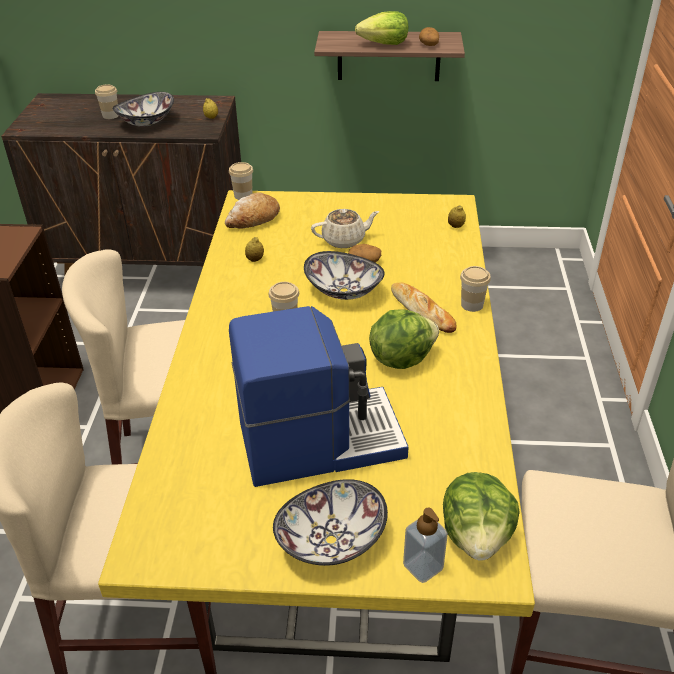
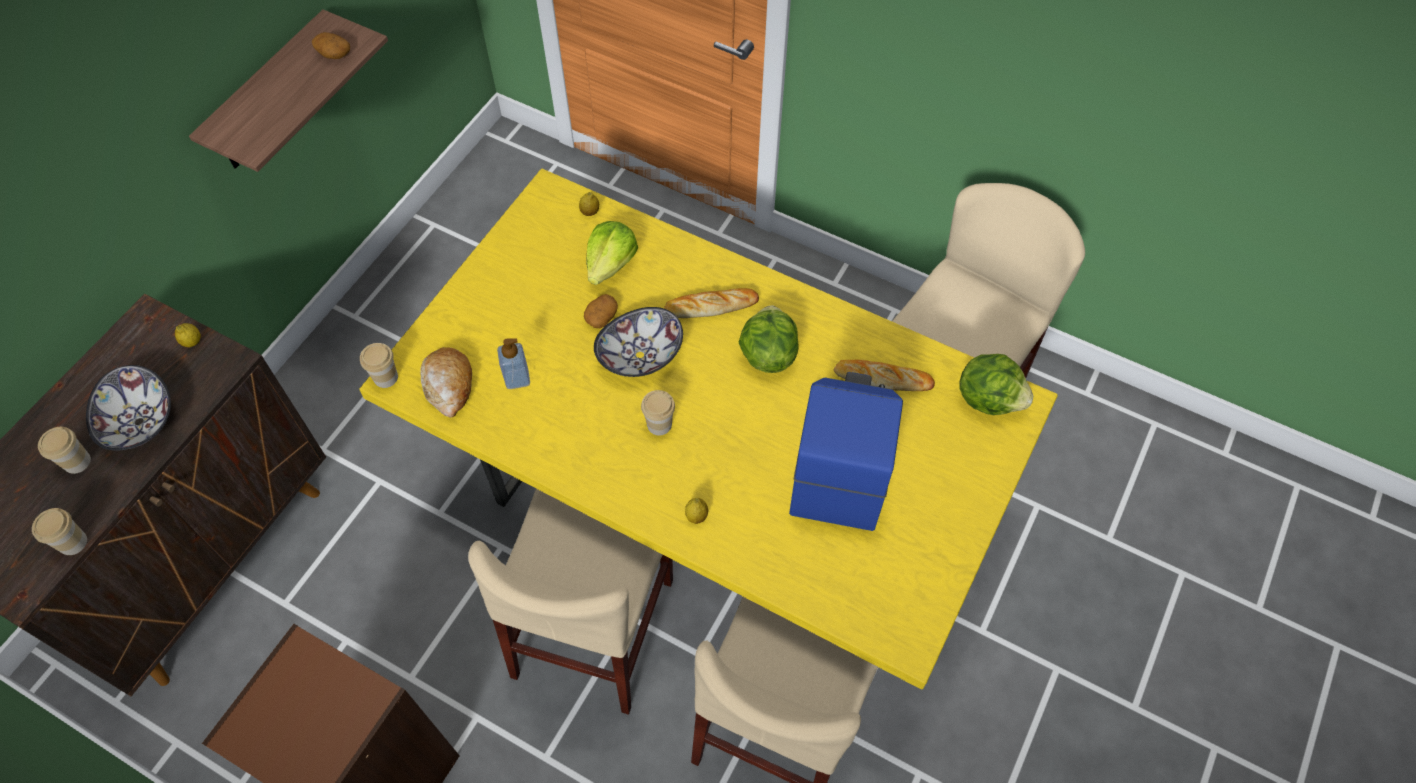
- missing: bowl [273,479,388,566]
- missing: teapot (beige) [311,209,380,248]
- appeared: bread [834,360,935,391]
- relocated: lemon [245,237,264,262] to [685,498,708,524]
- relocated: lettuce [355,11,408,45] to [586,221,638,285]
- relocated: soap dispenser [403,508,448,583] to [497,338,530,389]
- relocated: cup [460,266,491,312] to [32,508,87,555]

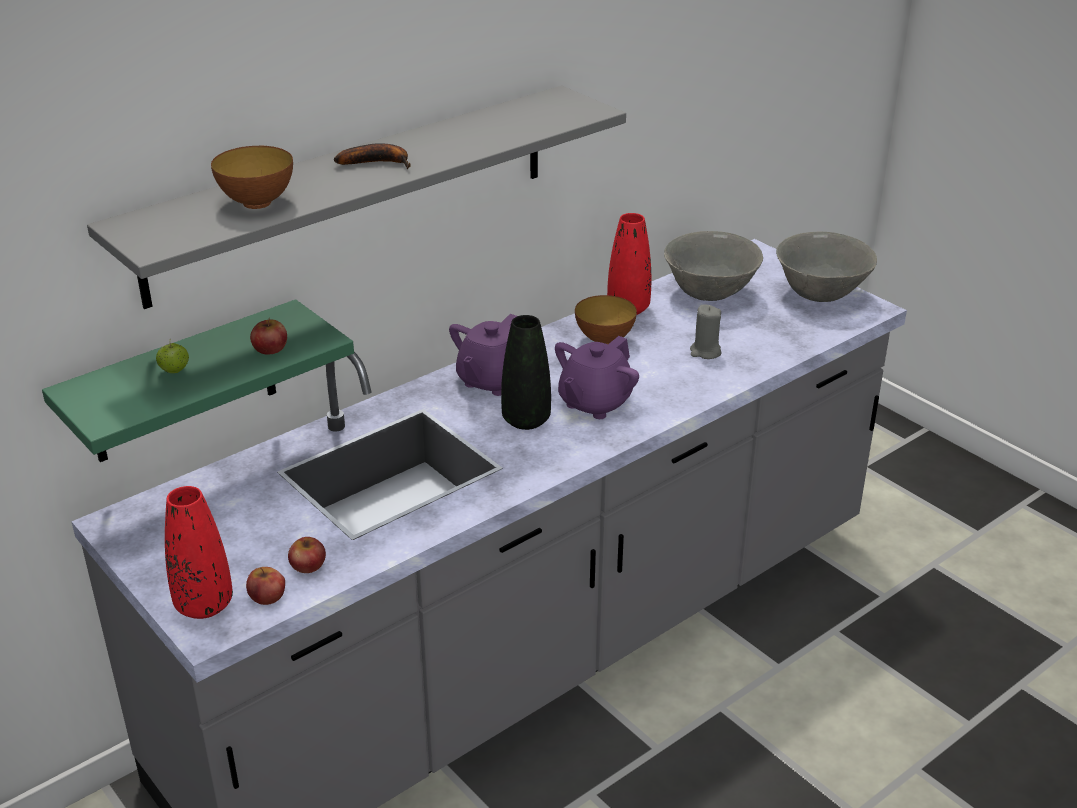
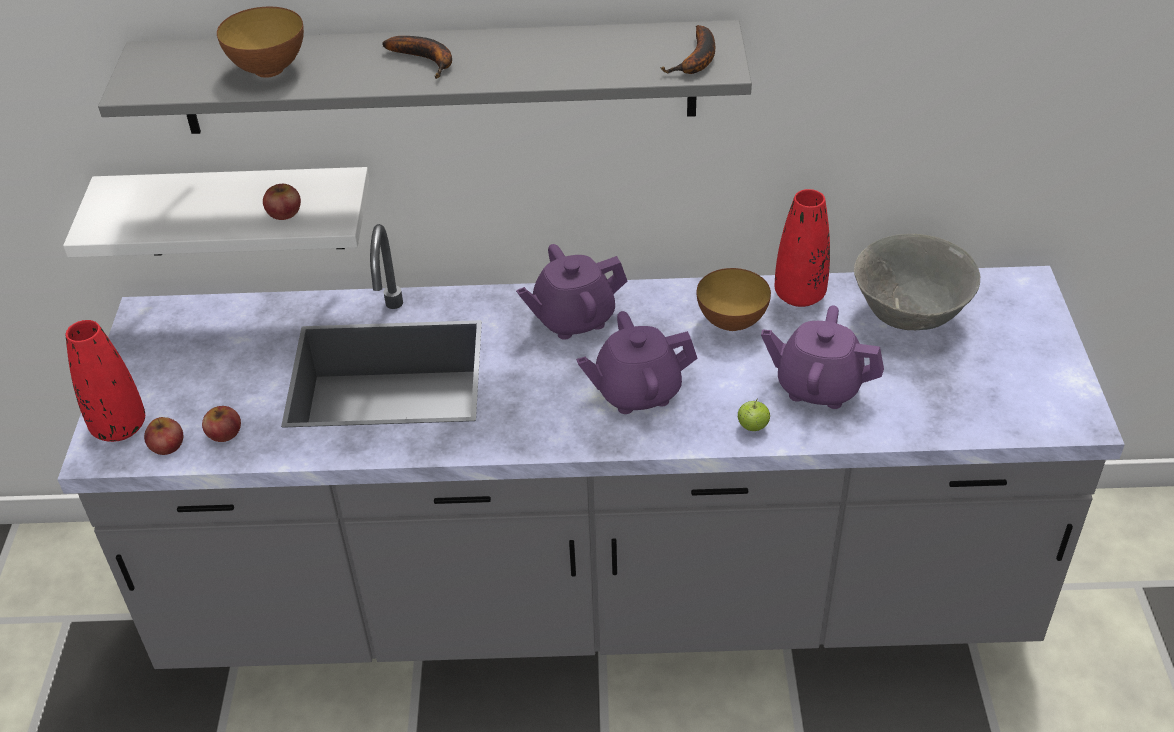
- missing: vase (black) [501,315,551,430]
- missing: bowl (grey) [776,232,877,302]
- appeared: banana [660,25,715,74]
- relocated: apple [156,343,189,373] to [737,398,770,431]
- exchanged: candle (grey) [690,304,722,359] to teapot (purple) [761,306,884,409]
- colour: shelf (green) [42,299,354,462] to shelf (white) [63,167,369,257]

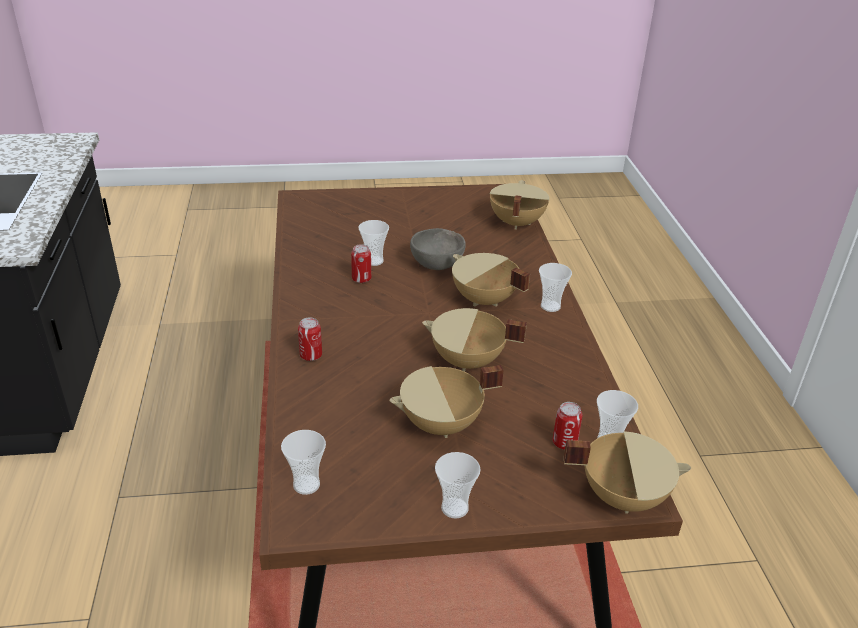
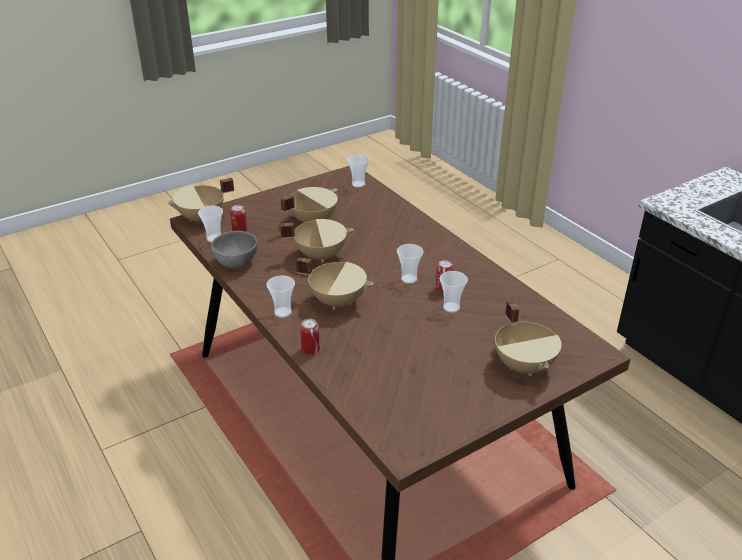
- relocated: can [298,318,322,361] to [300,319,320,354]
- relocated: bowl (grey) [410,228,466,270] to [211,231,258,268]
- relocated: cup [435,452,481,518] to [397,244,424,284]
- relocated: cooking pot (beige) [490,180,550,230] to [495,300,562,376]

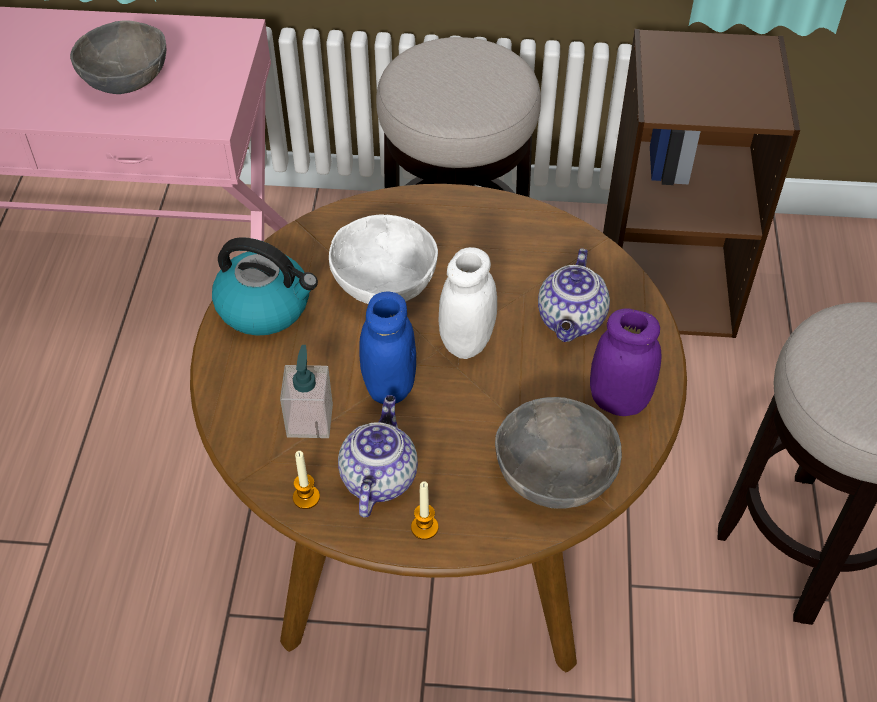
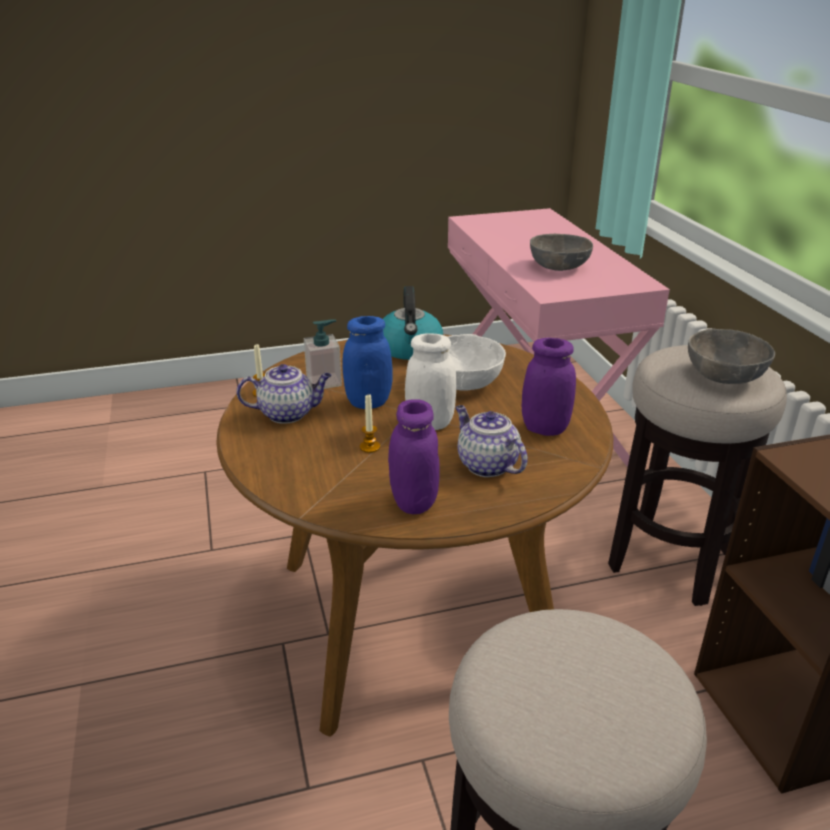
- appeared: jar (purple) [522,338,576,436]
- relocated: candle [411,481,438,540] to [360,394,380,453]
- relocated: bowl (grey) [495,397,622,509] to [688,328,775,384]
- spun: teapot [538,249,610,342] = [455,405,528,477] 60 degrees clockwise

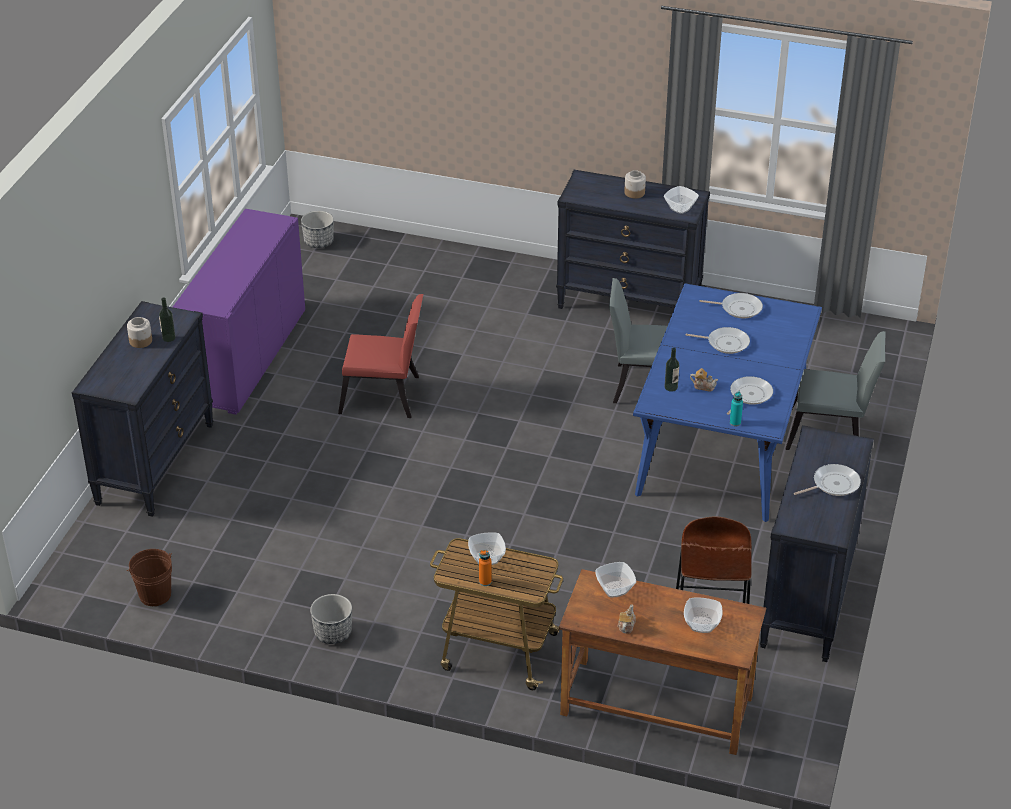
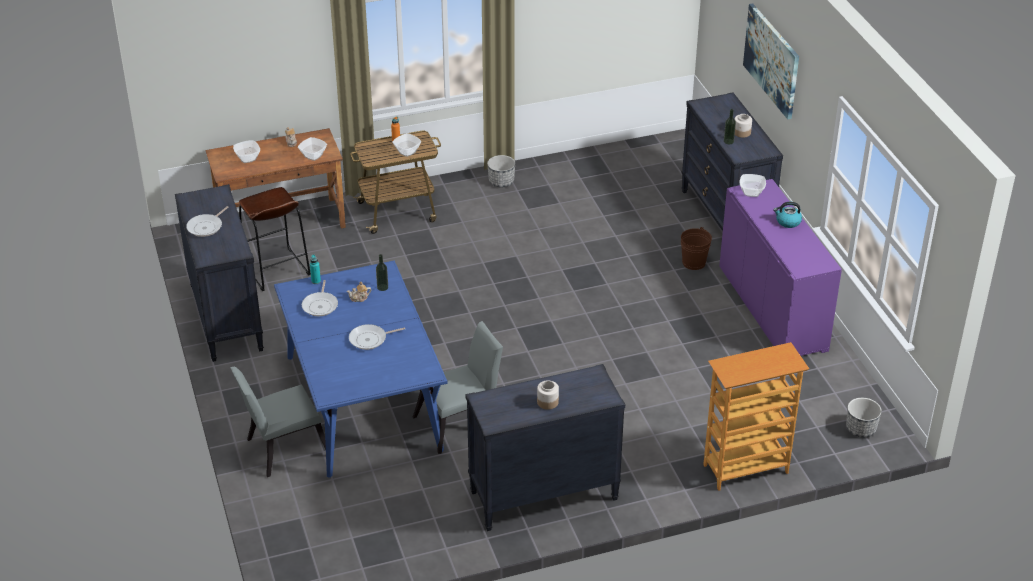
- missing: chair (red) [338,294,423,418]
- missing: frying pan [699,293,763,319]
- appeared: bookcase [703,342,809,491]
- appeared: picture [743,3,799,119]
- appeared: kettle [773,202,802,228]
- relocated: bucket (brown) [127,549,172,606] to [681,227,712,270]
- relocated: bowl [664,186,699,214] to [740,174,766,197]

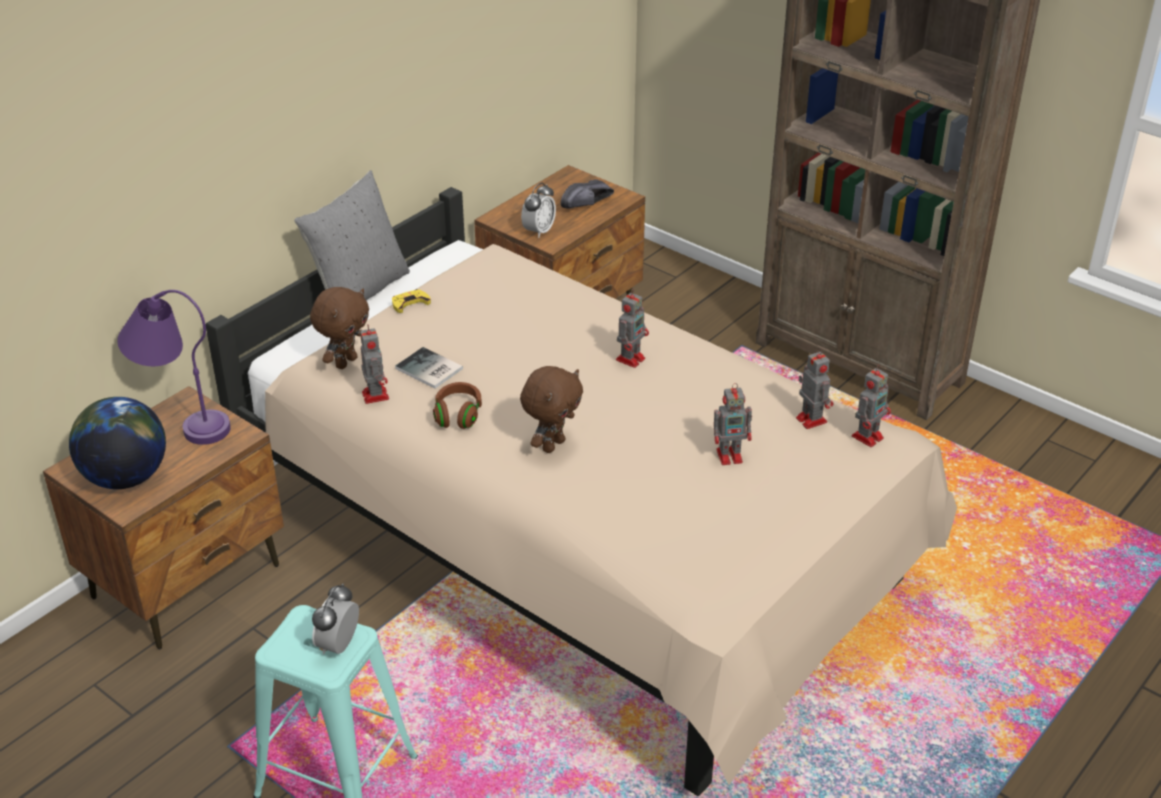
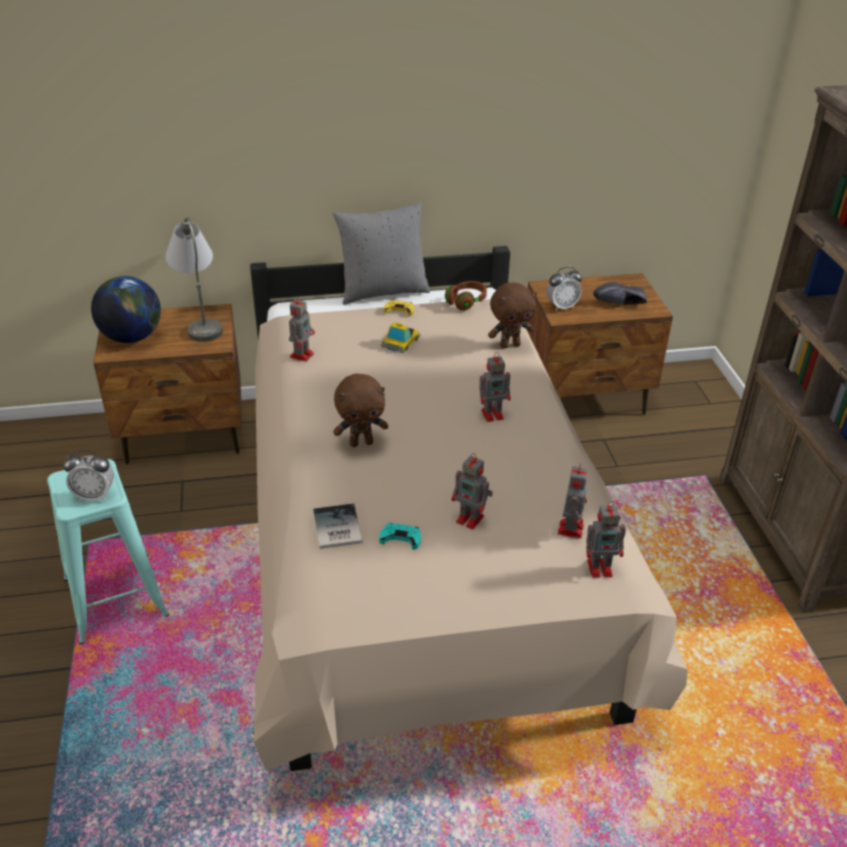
- appeared: game controller (turquoise) [379,523,421,550]
- appeared: toy car [381,323,420,353]
- relocated: plush toy (brown) [310,287,369,369] to [488,282,537,349]
- relocated: book [395,347,463,389] to [313,504,363,549]
- relocated: headphones (brown) [433,382,482,429] to [445,281,487,311]
- colour: table lamp (purple) [117,290,231,445] to table lamp (grey) [166,217,223,342]
- spun: alarm clock [312,584,359,655] = [63,450,114,501] 150 degrees counterclockwise

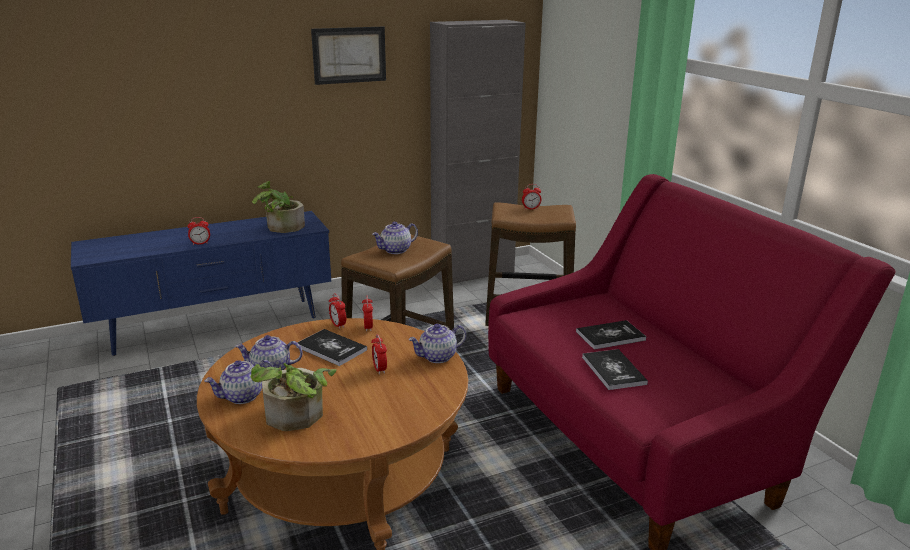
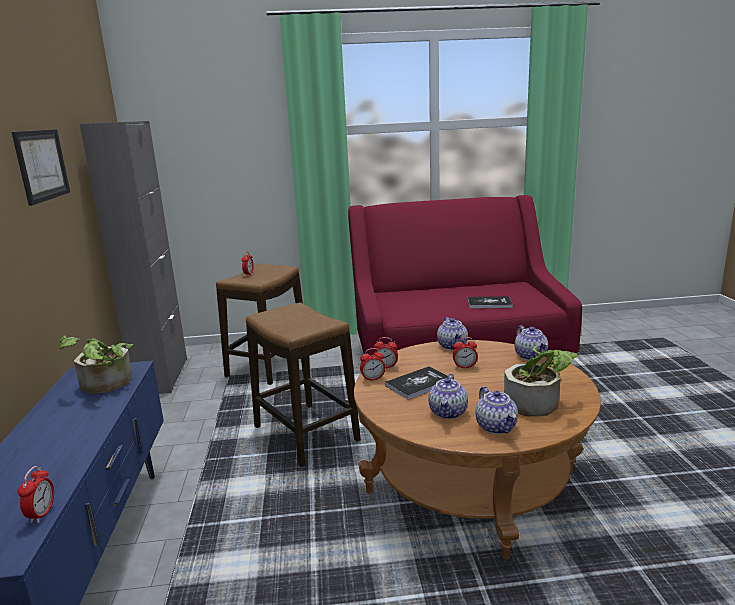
- missing: book [576,320,647,350]
- relocated: alarm clock [187,217,210,245] to [18,466,54,523]
- relocated: teapot [372,221,418,254] to [514,325,548,360]

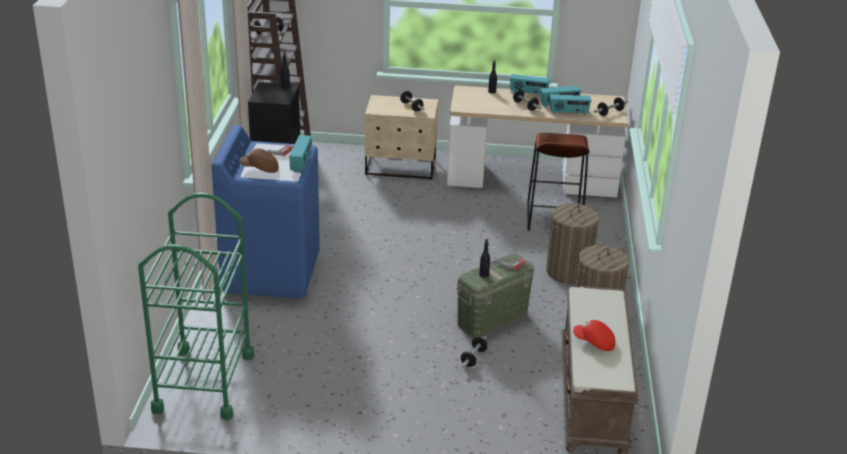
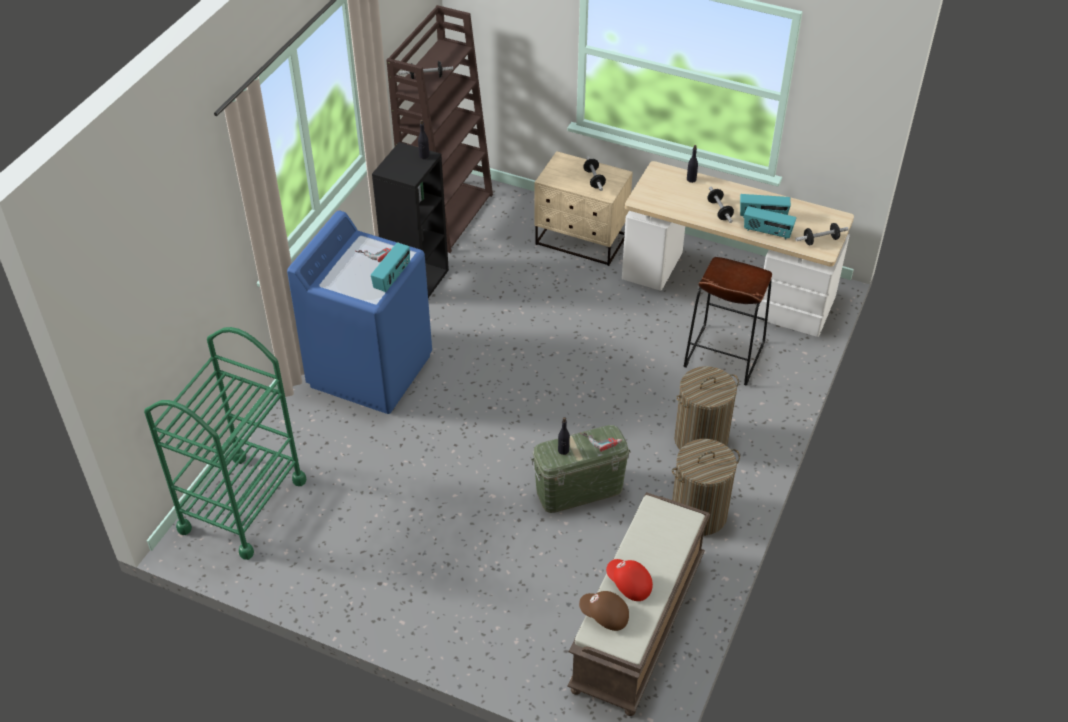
- missing: dumbbell [461,336,487,369]
- missing: radio [510,74,550,95]
- relocated: cap (brown) [239,148,279,173] to [579,591,629,631]

